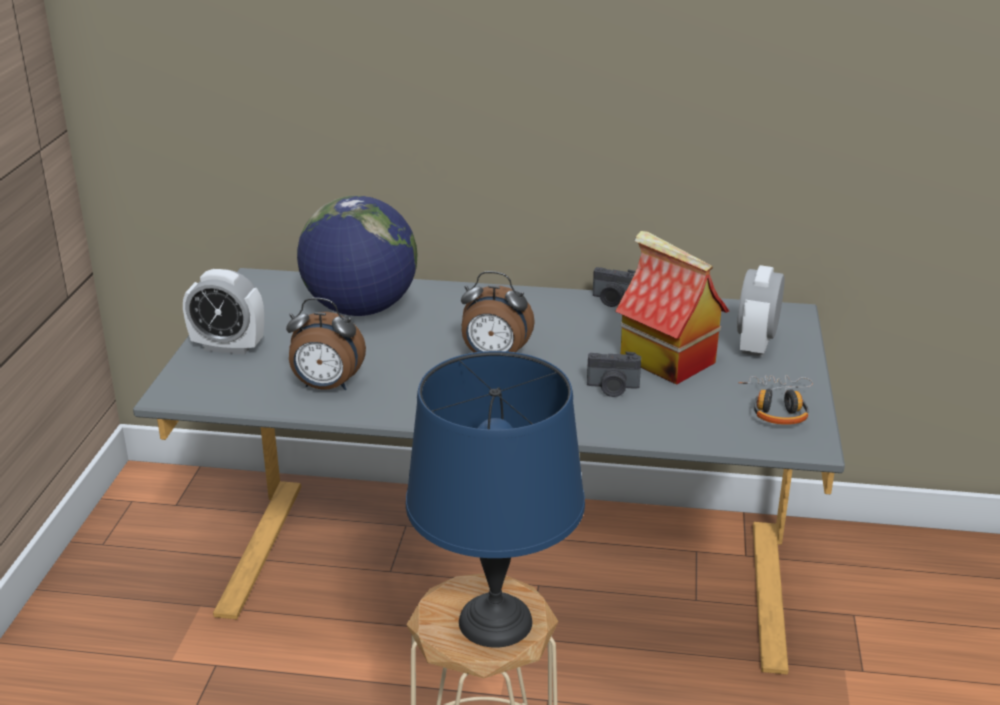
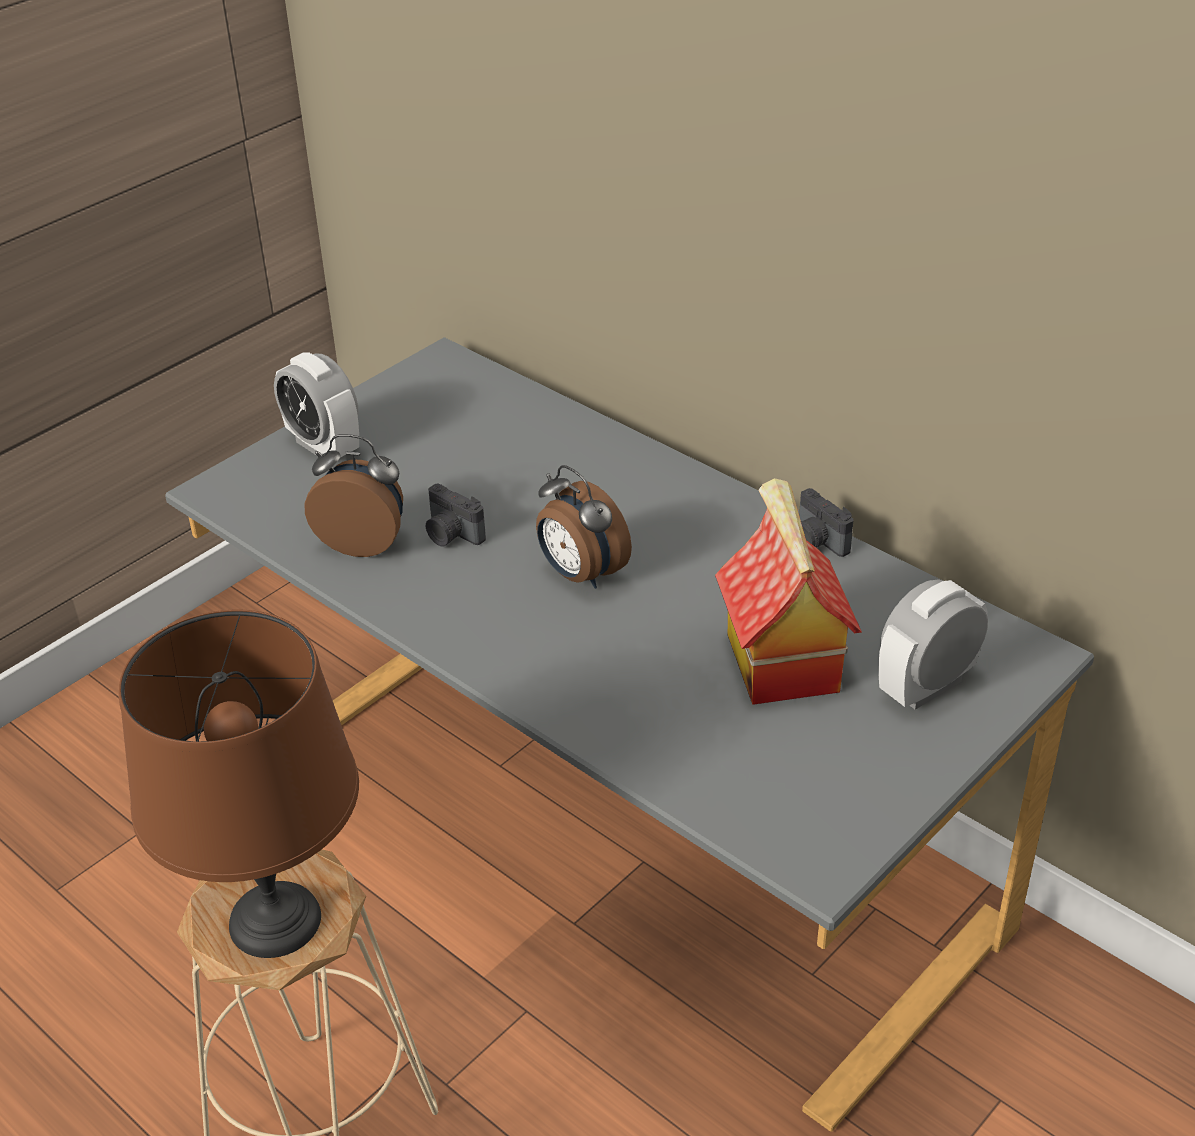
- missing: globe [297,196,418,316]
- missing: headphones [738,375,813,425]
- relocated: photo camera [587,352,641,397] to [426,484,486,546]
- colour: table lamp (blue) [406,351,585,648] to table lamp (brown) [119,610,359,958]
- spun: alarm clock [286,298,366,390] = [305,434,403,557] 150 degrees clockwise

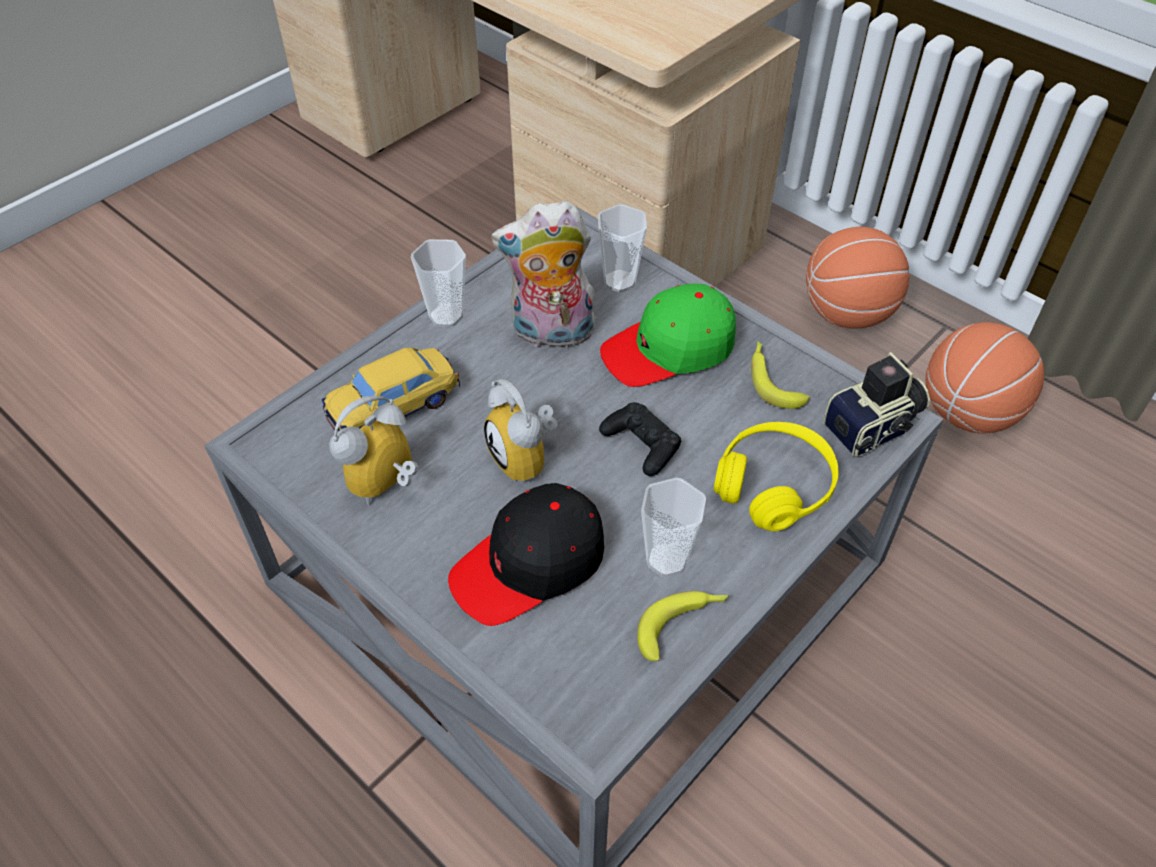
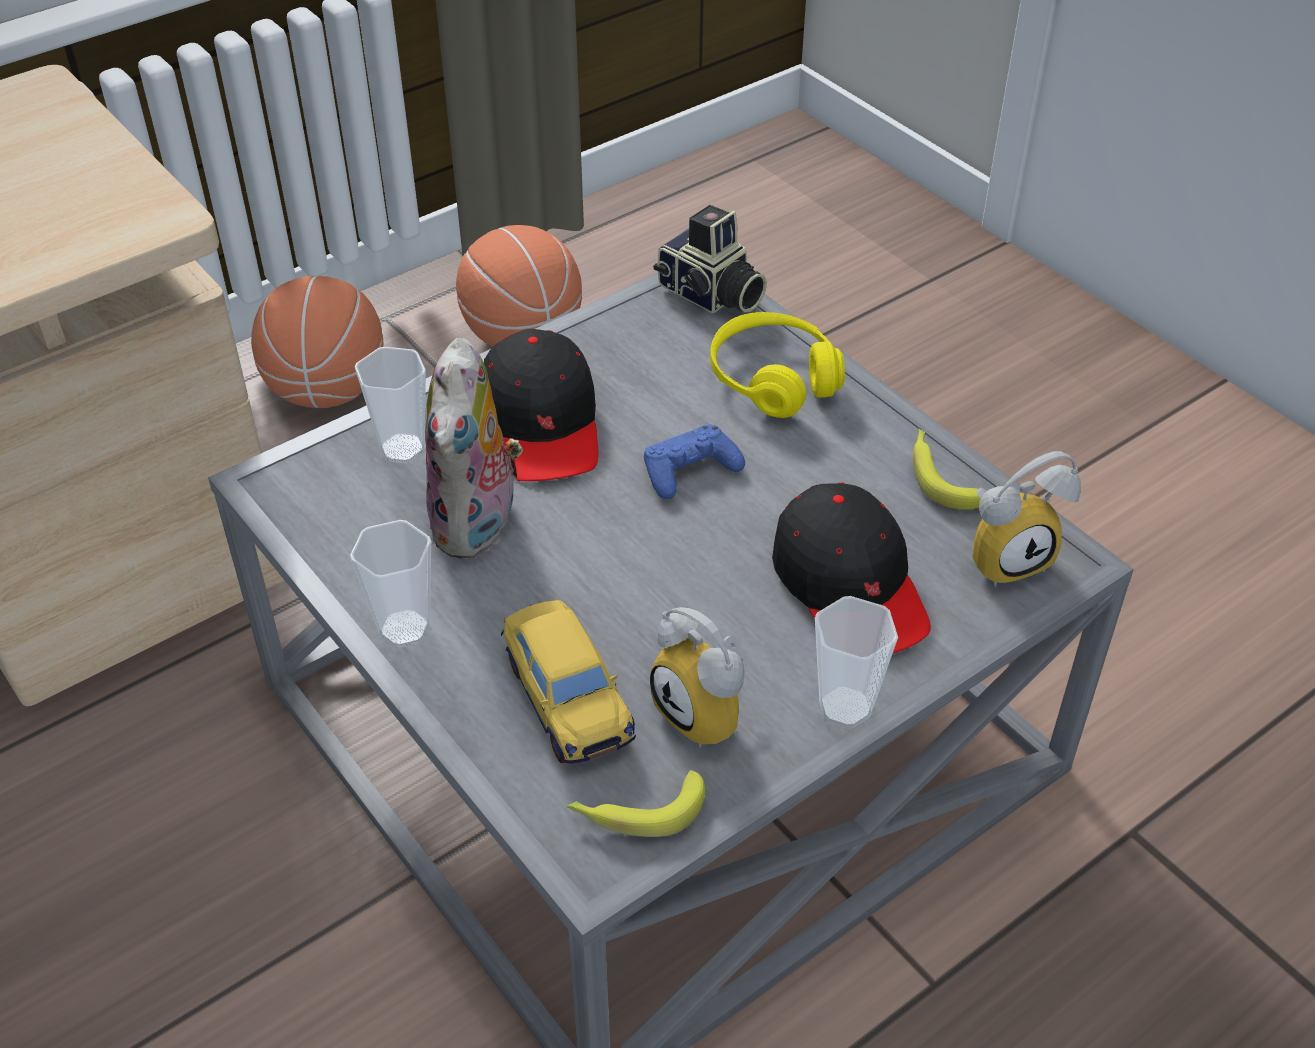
- relocated: alarm clock [484,379,558,482] to [973,451,1081,587]
- relocated: cup [641,478,706,578] to [815,596,898,728]
- relocated: banana [751,341,810,409] to [567,770,705,837]
- colour: game controller (black) [599,402,681,476] to game controller (blue) [644,425,745,499]
- colour: cap (green) [600,283,736,387] to cap (black) [483,329,598,481]
- spun: photo camera [823,352,930,457] = [653,205,767,313] 150 degrees clockwise

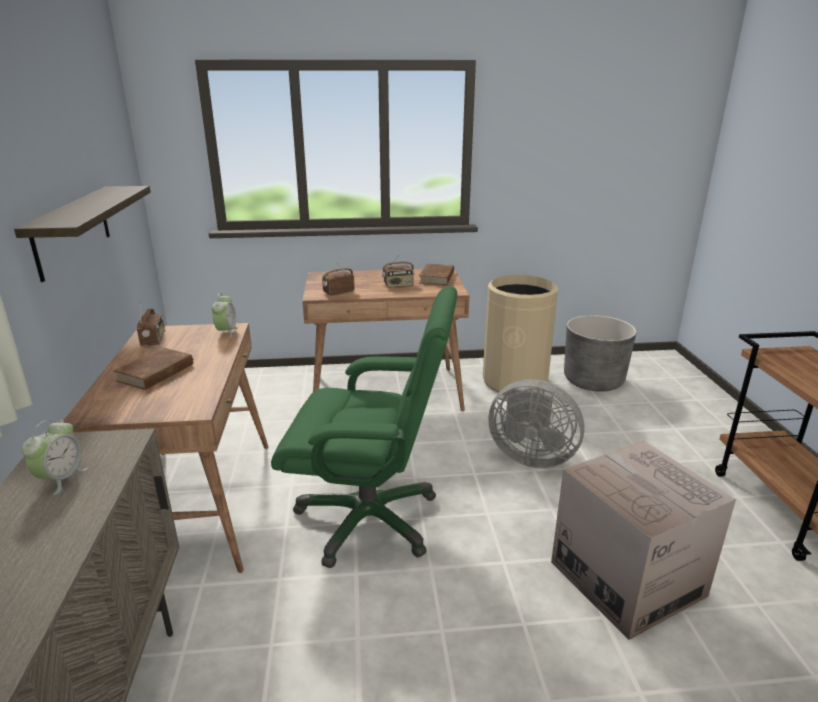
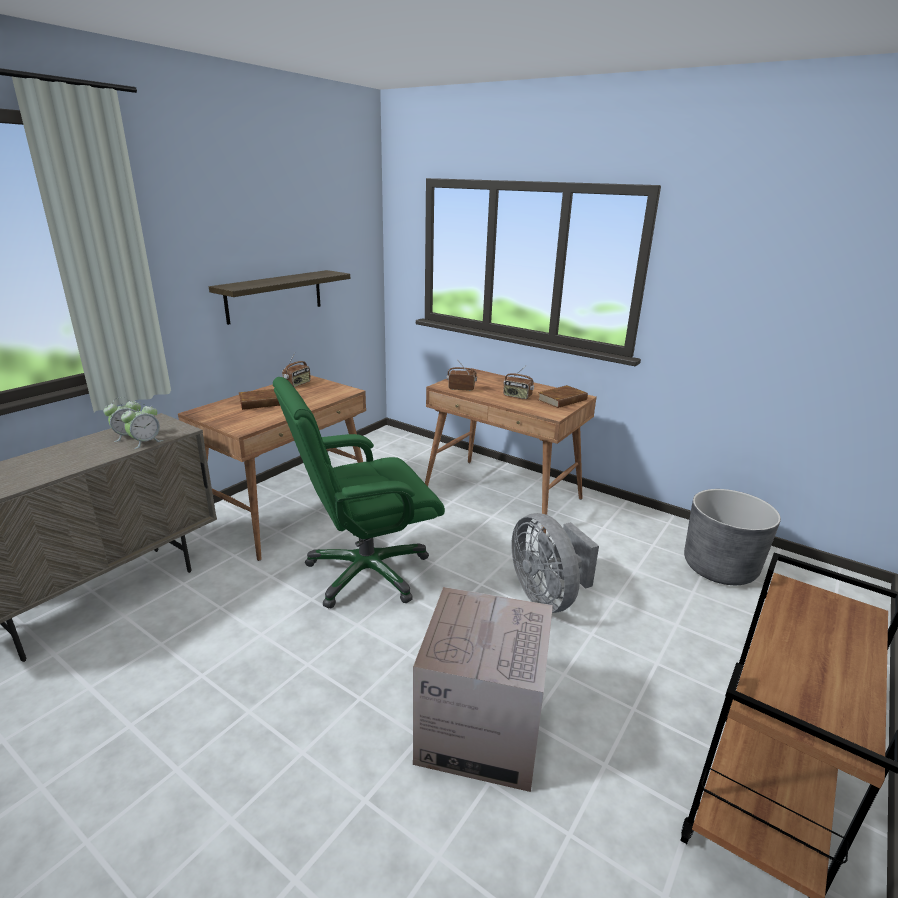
- missing: trash can (beige) [483,275,558,394]
- relocated: alarm clock [212,293,238,338] to [121,403,163,449]
- spun: office chair (green) [271,286,457,568] = [273,377,445,609] 105 degrees clockwise

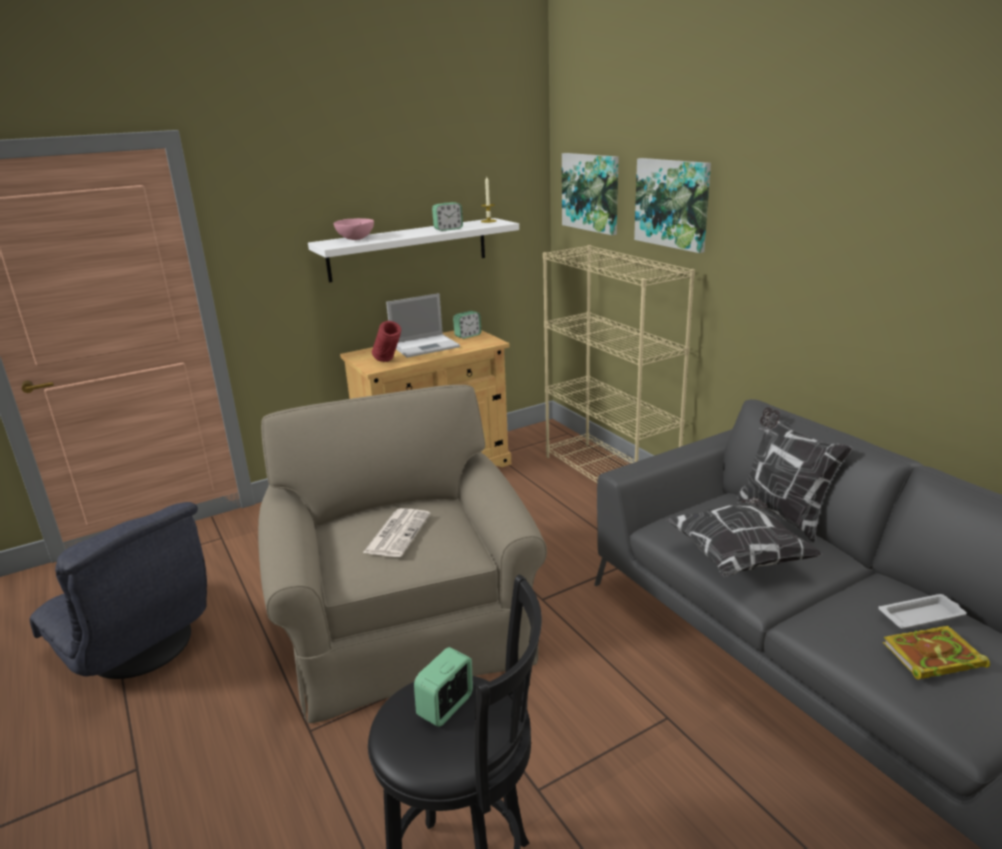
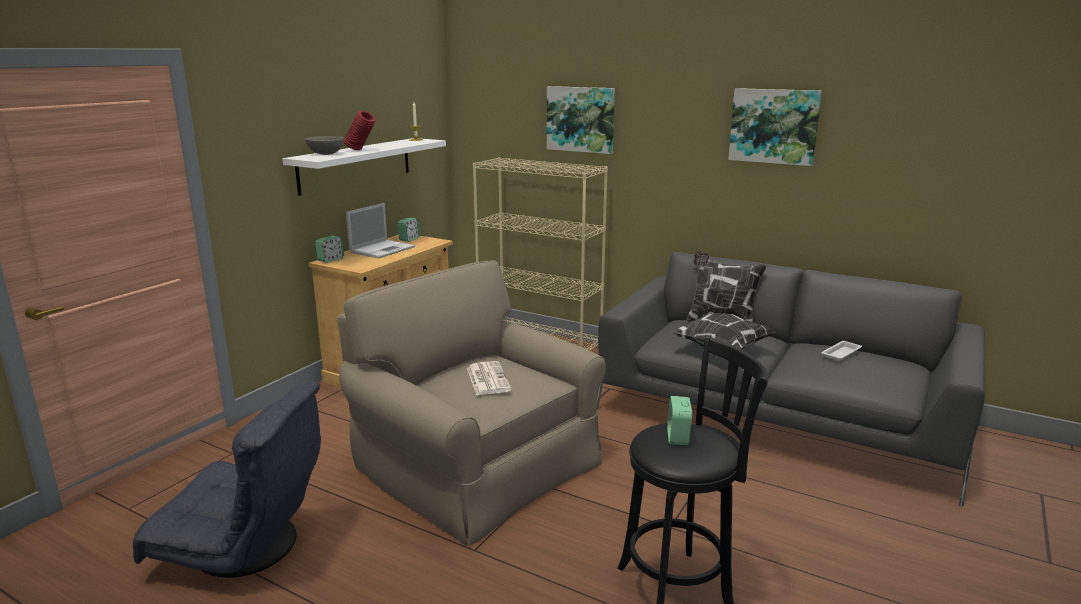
- missing: book [883,626,990,680]
- relocated: vase (red) [372,321,401,362] to [344,110,376,150]
- relocated: alarm clock [432,202,463,231] to [315,236,344,263]
- relocated: picture [562,153,619,235] to [728,88,822,166]
- colour: bowl (pink) [334,218,374,240] to bowl (grey) [305,136,344,155]

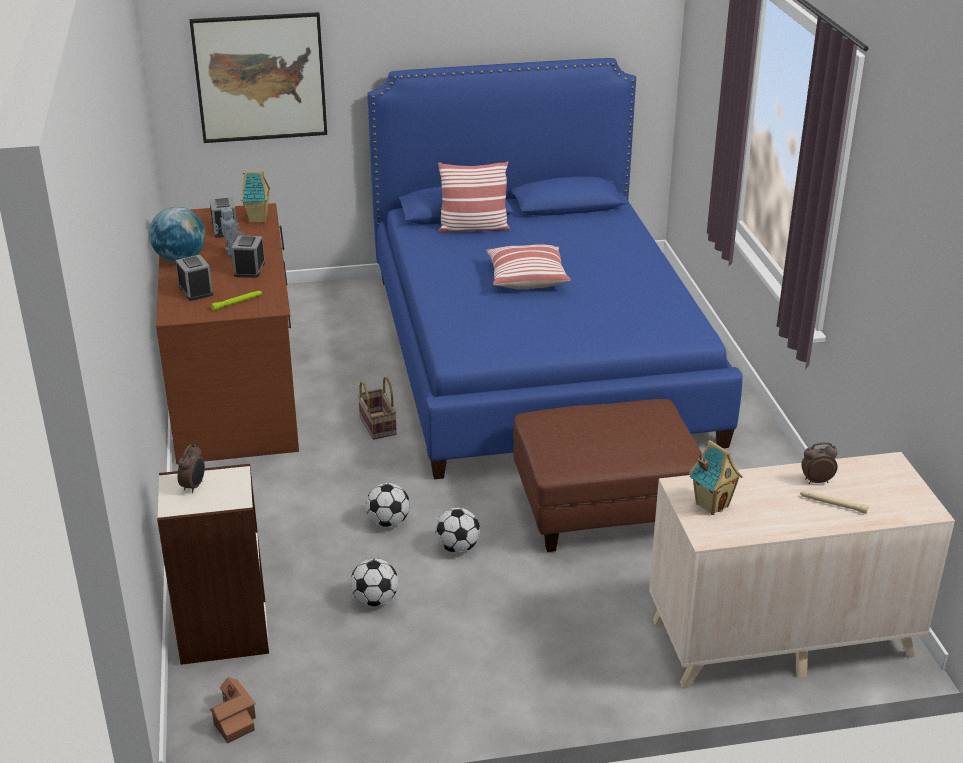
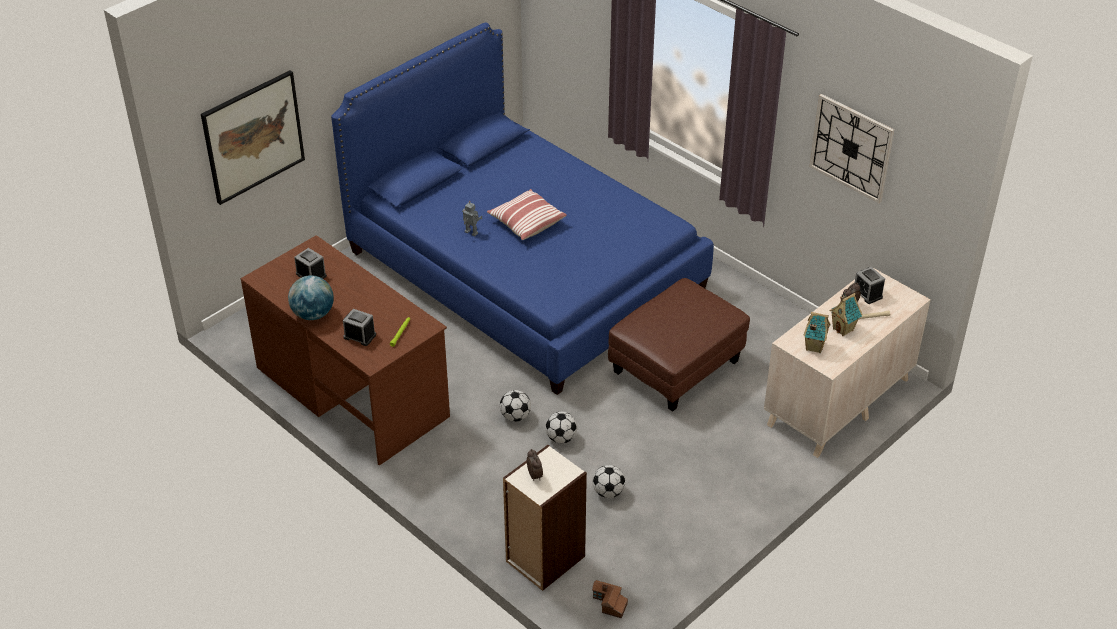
- missing: basket [358,377,397,440]
- missing: pillow [438,161,510,233]
- appeared: wall clock [809,94,894,203]
- relocated: toy robot [213,203,244,257] to [462,201,483,237]
- relocated: alarm clock [232,235,265,278] to [855,267,885,304]
- relocated: toy house [241,171,270,223] to [830,292,863,336]
- relocated: football [435,508,480,553] to [500,390,531,421]

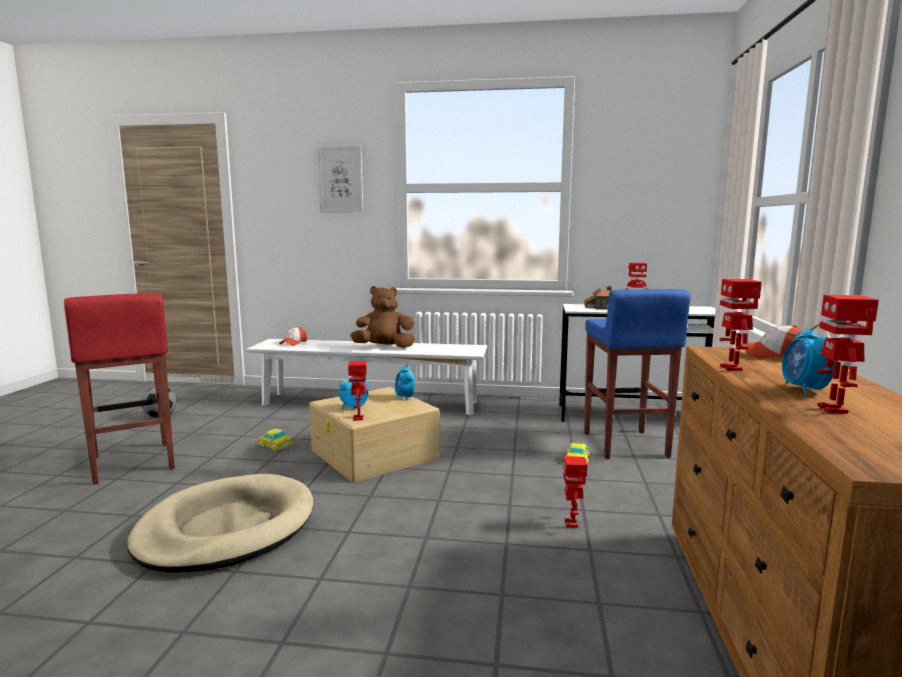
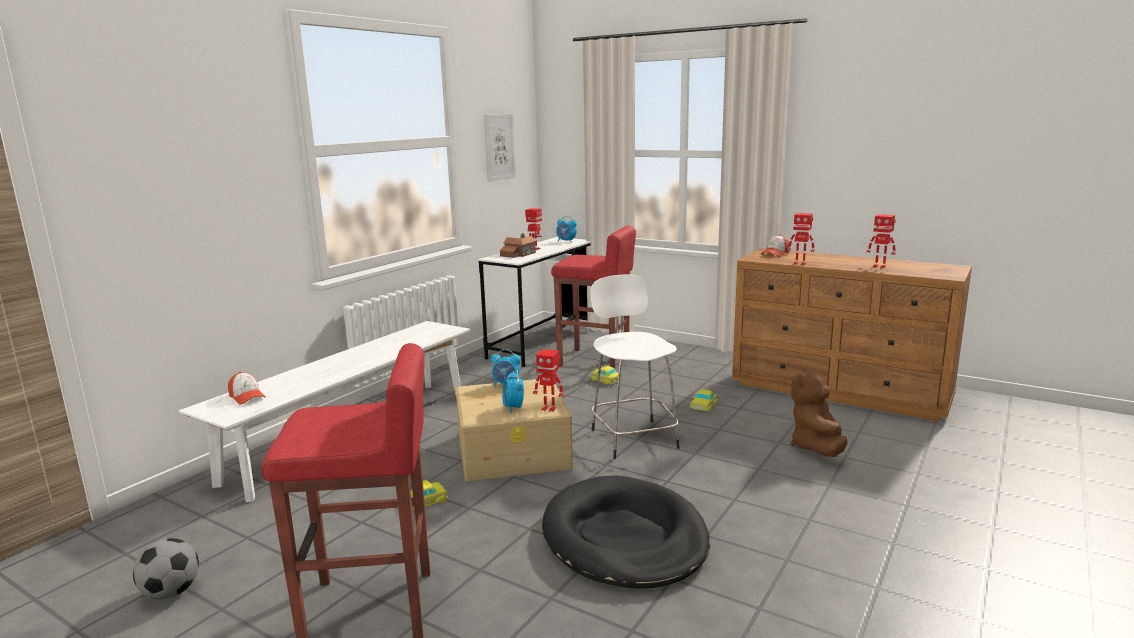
- appeared: stool (white) [591,275,680,459]
- relocated: picture [317,146,363,212] to [484,114,516,181]
- relocated: plush toy (brown) [350,286,415,348] to [790,366,847,457]
- relocated: alarm clock [782,324,834,395] to [556,216,577,242]
- exchanged: toy robot [563,456,587,528] to toy car [690,389,718,411]
- colour: dog bed (beige) [127,474,313,572] to dog bed (black) [542,475,710,589]
- colour: stool (blue) [584,289,691,459] to stool (red) [551,226,636,369]

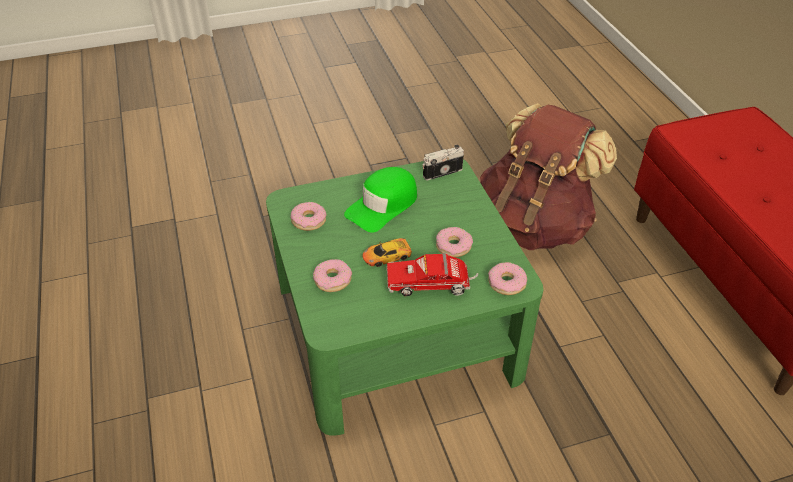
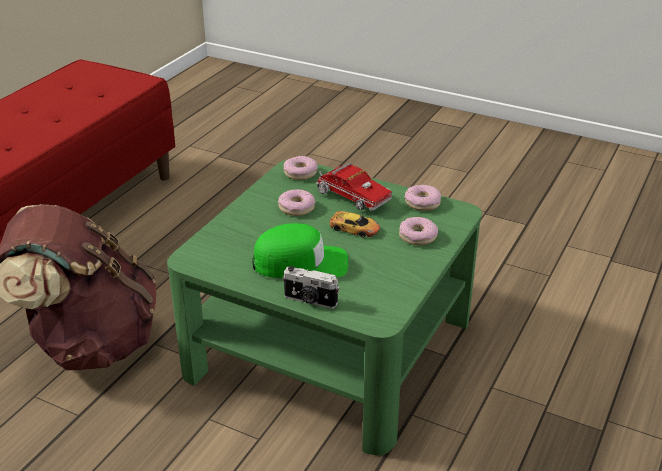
- relocated: donut [291,202,327,231] to [405,185,441,211]
- relocated: photo camera [422,145,464,181] to [283,266,339,309]

